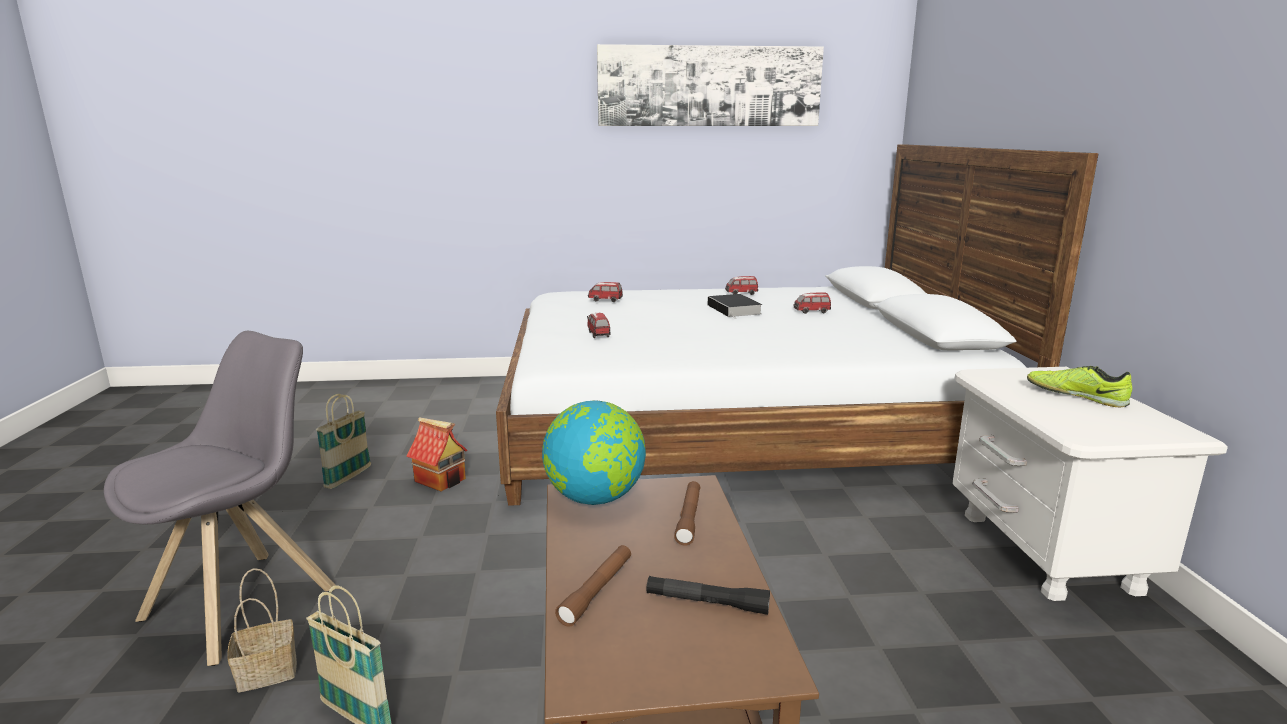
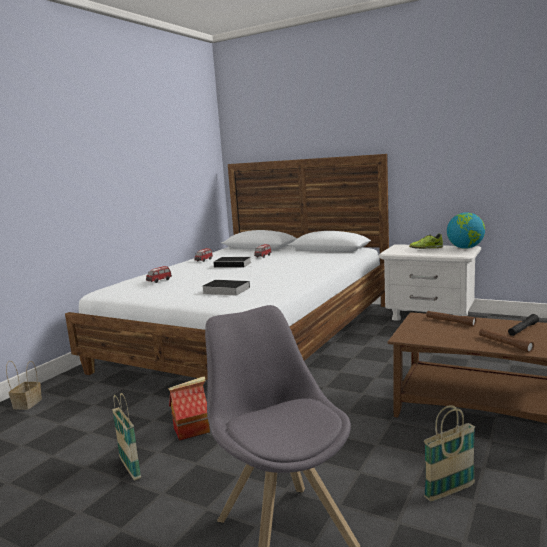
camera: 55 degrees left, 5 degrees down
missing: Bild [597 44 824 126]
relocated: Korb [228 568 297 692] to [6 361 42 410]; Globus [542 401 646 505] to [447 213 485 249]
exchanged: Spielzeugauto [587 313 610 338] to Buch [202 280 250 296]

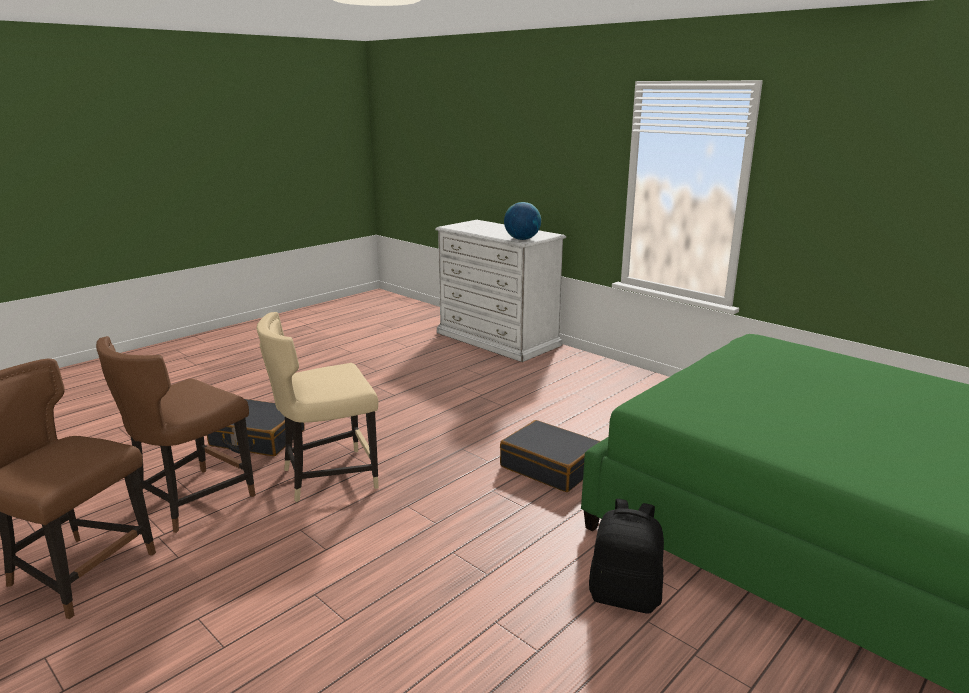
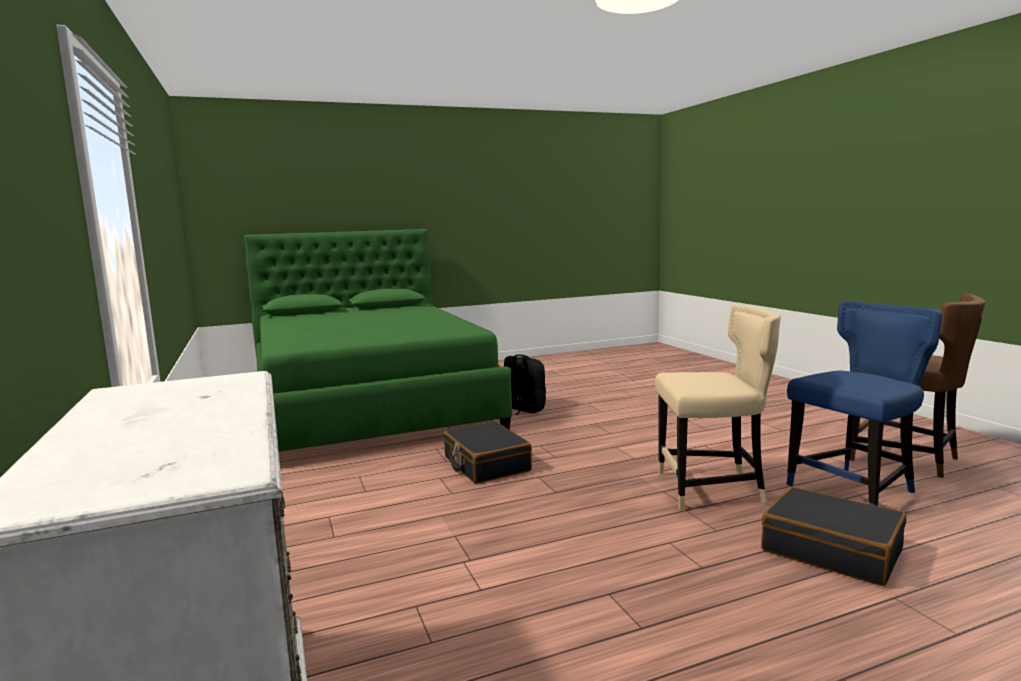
camera: 155 degrees left, 10 degrees down
missing: Globus [504 202 541 240]
colour: Stuhl [braun] [96 336 256 533] to Stuhl [blau] [787 301 943 506]

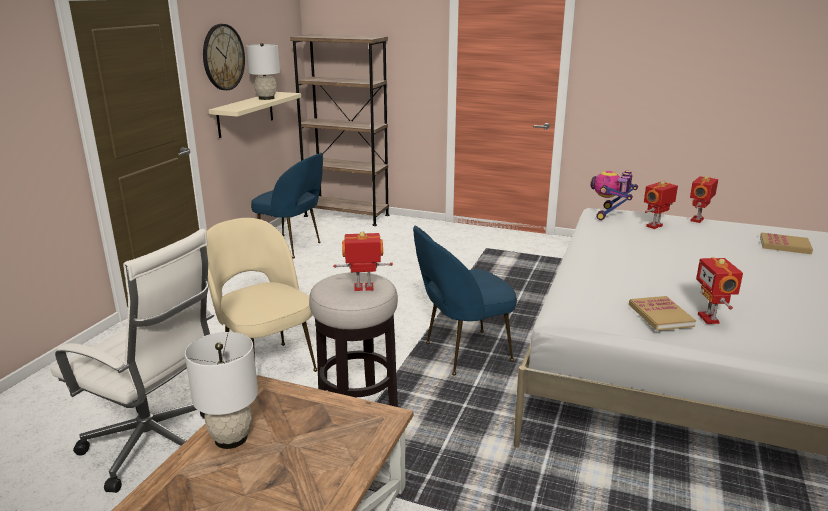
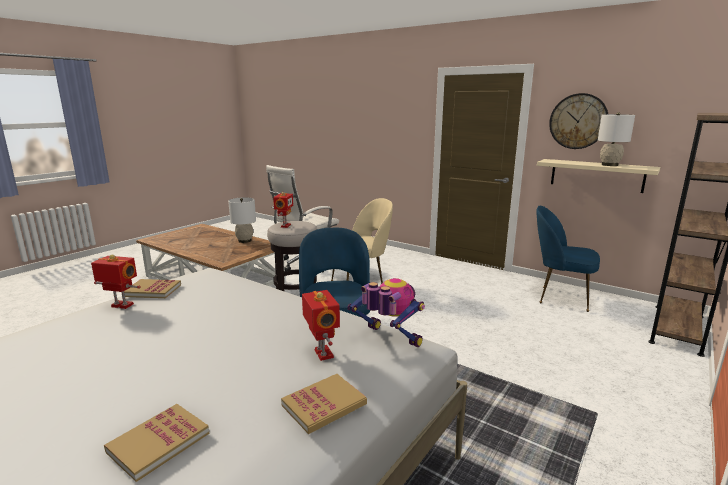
camera: 105 degrees right, 5 degrees down
exchanged: Spielzeugroboter [690 176 718 223] to Buch [281 374 367 434]
spun: Stuhl [blau] [251 153 323 259] = [536 206 600 312] 75 degrees clockwise

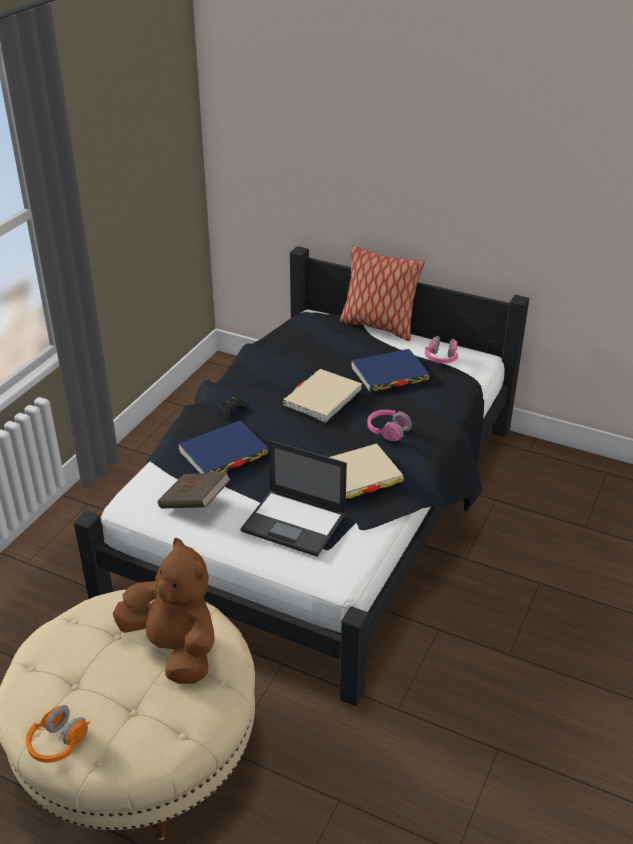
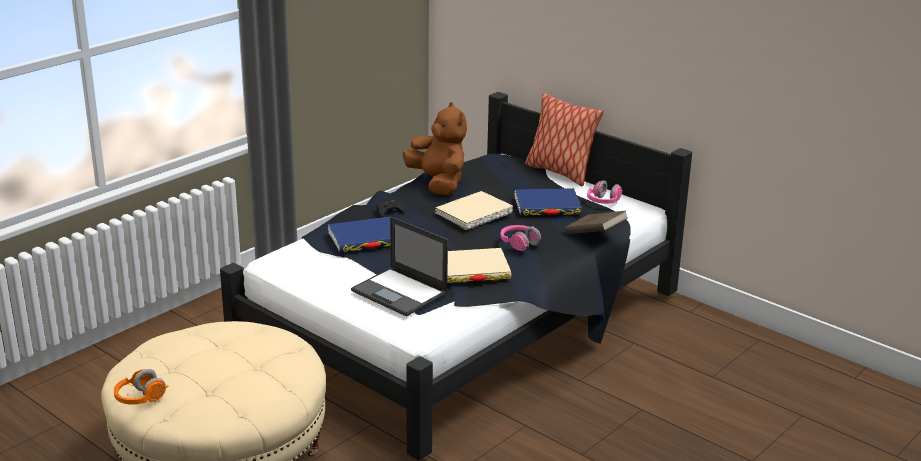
camera: 15 degrees right, 10 degrees down
relocated: Plüschtier [braun] [113 538 215 684] to [403 102 467 195]; Buch [braun] [158 472 231 508] to [565 211 627 234]

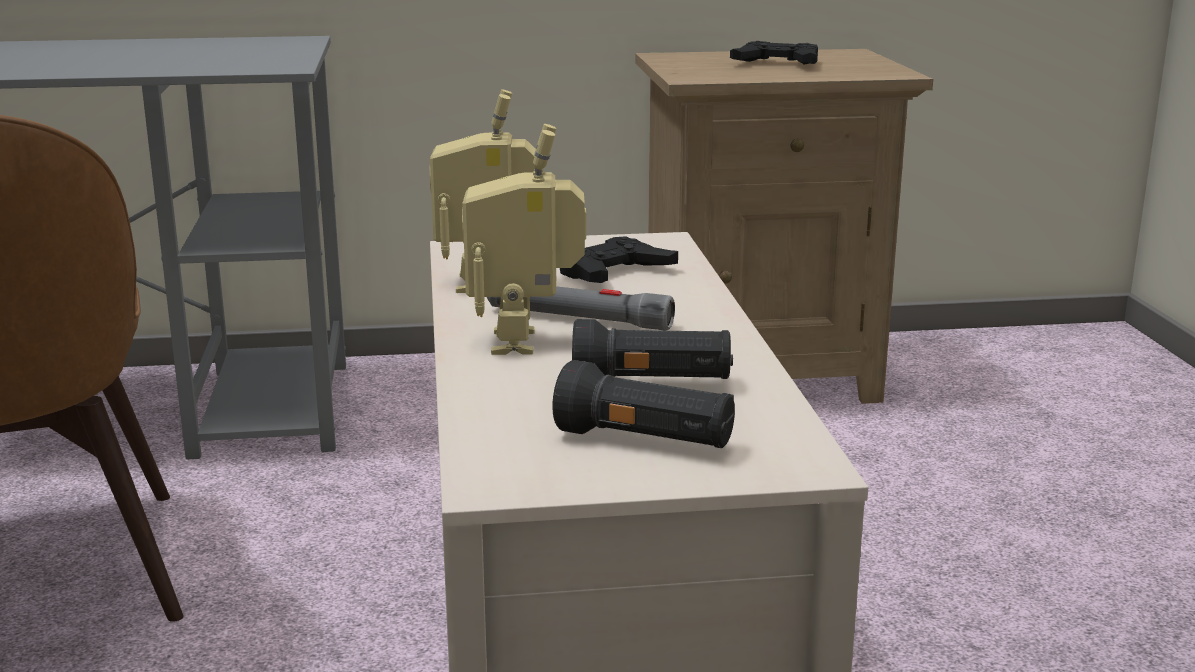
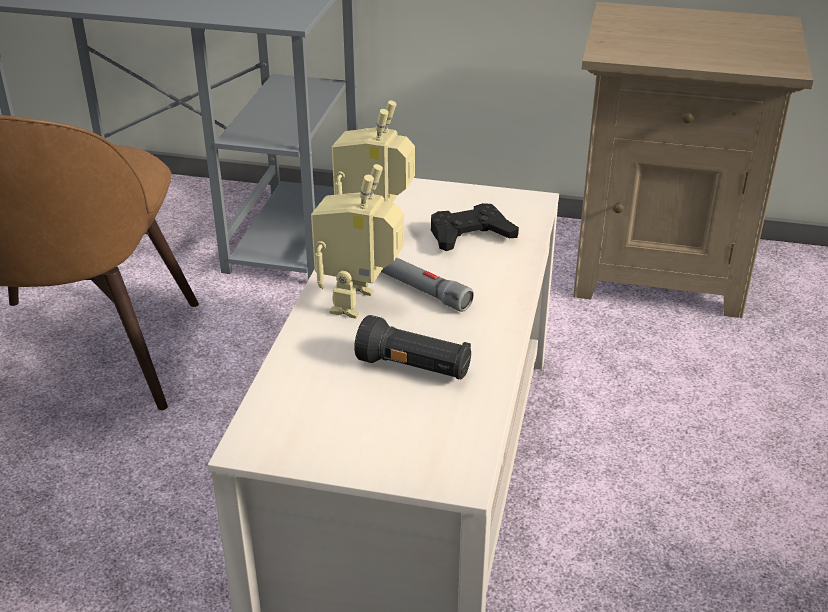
camera: 20 degrees right, 15 degrees up
missing: Taschenlampe [schwarz] [552 360 735 448]; Gamepad [schwarz] [730 41 818 65]

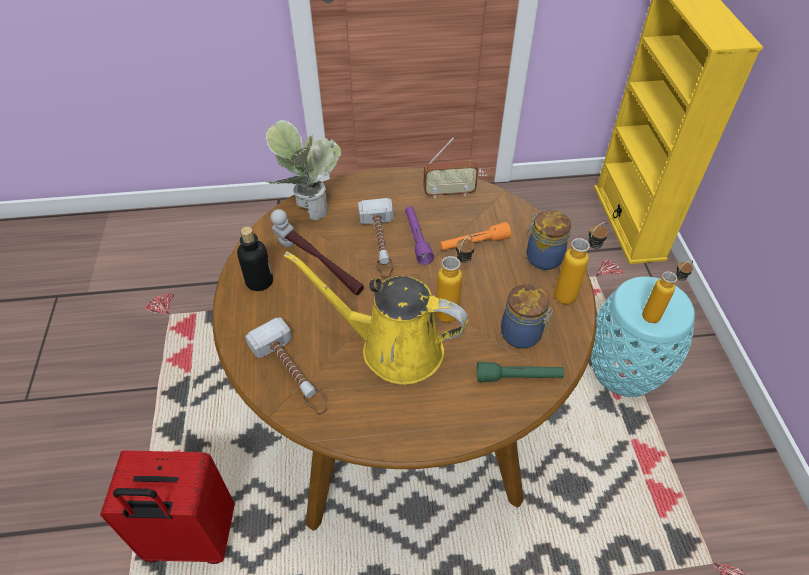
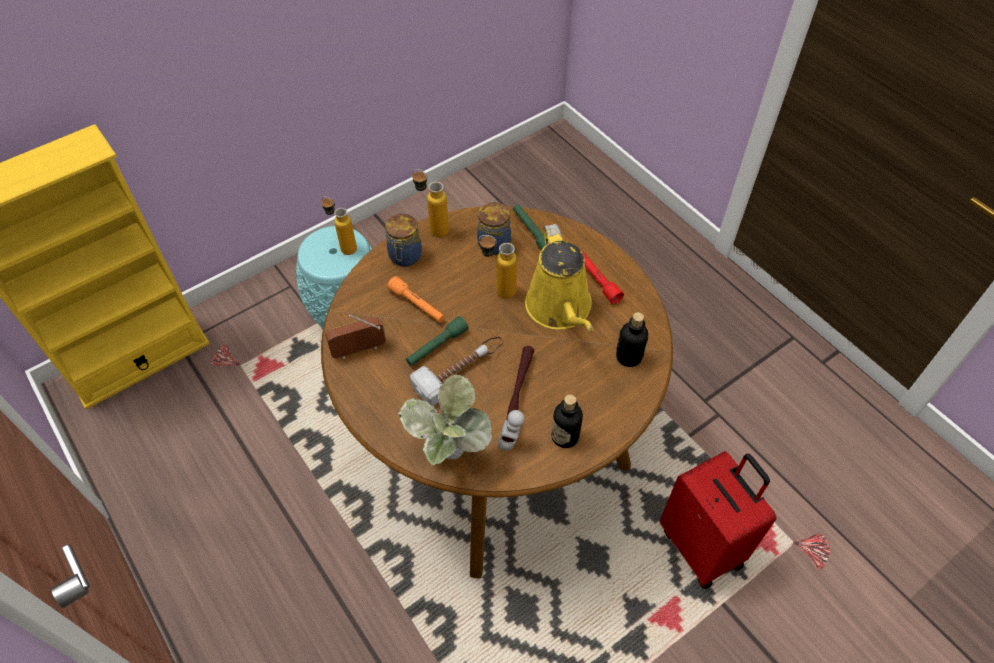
camera: 120 degrees left, 5 degrees up
appeared: Taschenlampe [rot] [582 251 624 304]
exchanged: Hammer [245 317 327 414] to Flasche [616 312 648 367]
colour: Taschenlampe [lila] [405 206 434 265] to Taschenlampe [grün] [406 316 469 366]
spun: Radio [423 138 479 198] = [325 314 386 359] 75 degrees counterclockwise

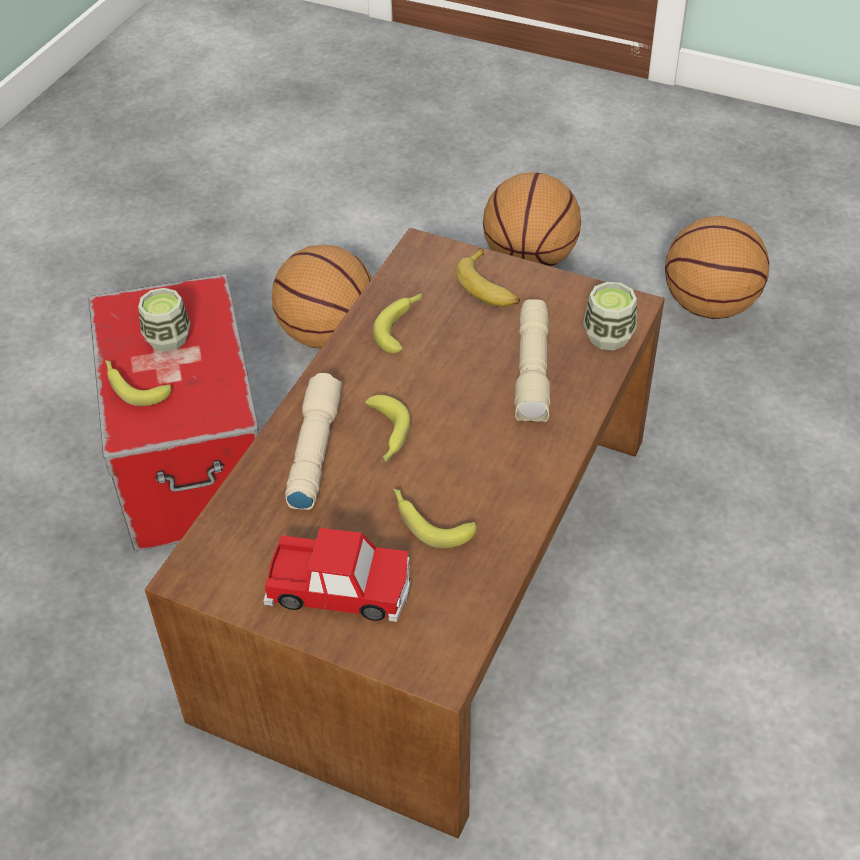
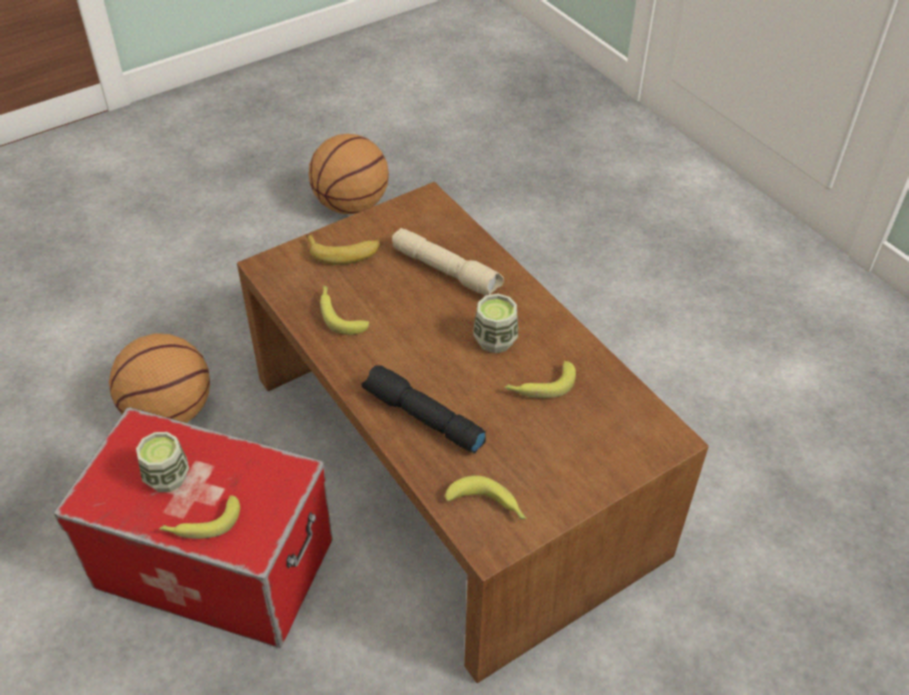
camera: 60 degrees left, 0 degrees up
missing: Spielzeugauto [264 528 411 622]; Basketball [483 172 581 267]
relocated: Banane [365 395 411 462] to [445 475 527 520]; Tasse [583 282 637 350] to [473 294 518 353]
colour: Taschenlampe [beige] [285 373 342 510] to Taschenlampe [schwarz] [361 365 486 454]

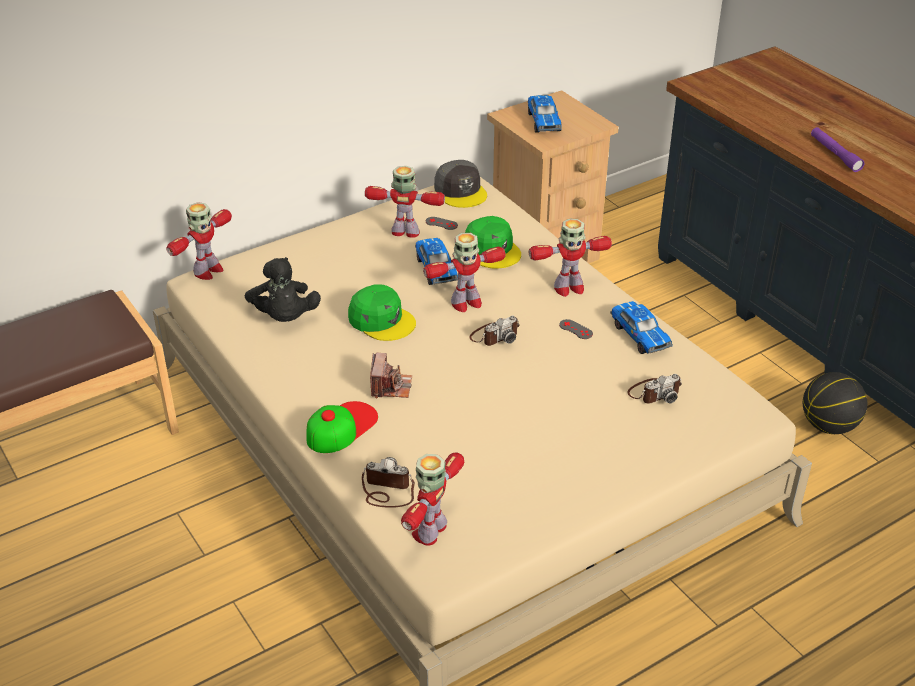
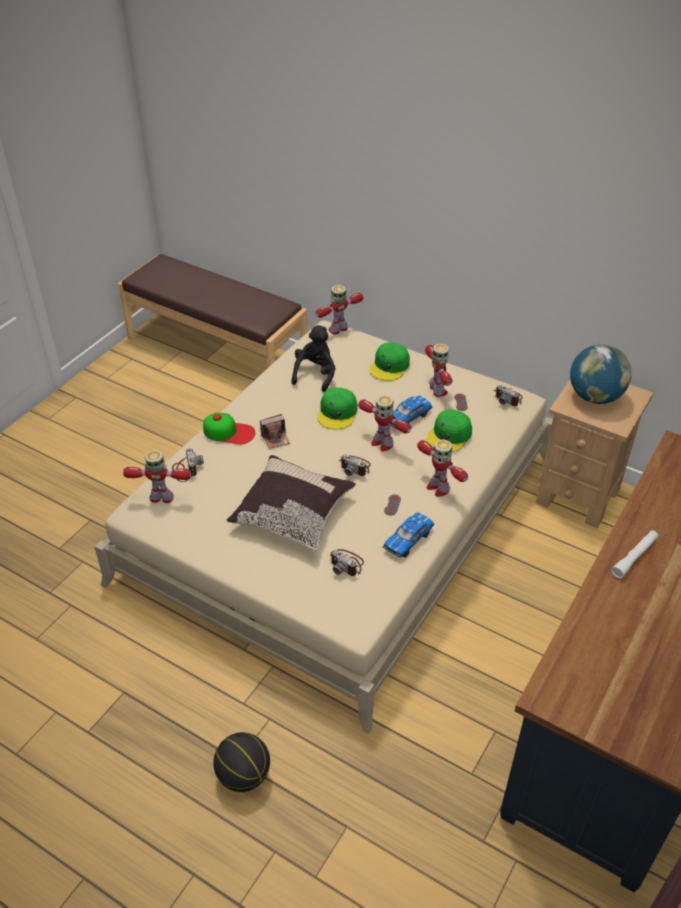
camera: 65 degrees right, 5 degrees up
appeared: Kissen [226 455 356 551]; Kappe [grün] [370 342 410 381]
relocated: Basketball [803 372 867 434] to [213 732 270 792]
exchanged: Kappe [grau] [434 160 487 208] to Kamera [494 385 523 406]; Spielzeugauto [528 95 562 133] to Globus [570 344 632 404]
colour: Taschenlampe [lila] [811 127 864 172] to Taschenlampe [weiß] [611 530 658 578]
spun: Plüschtier [schwarz] [245 257 321 322] = [291 325 335 392] 150 degrees clockwise; Spielzeugroboter [166 202 232 280] = [316 285 363 335] 135 degrees clockwise

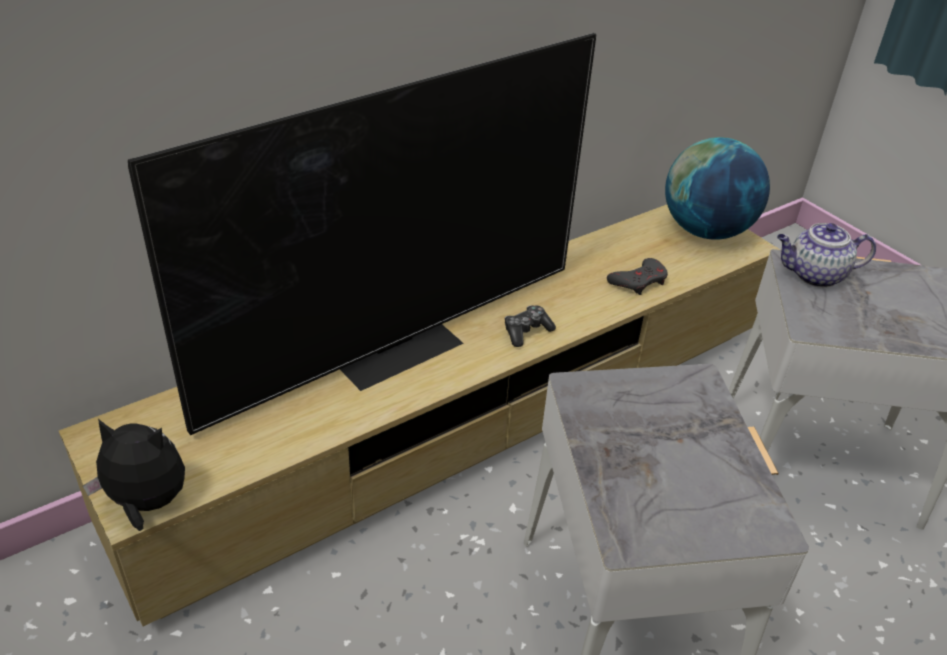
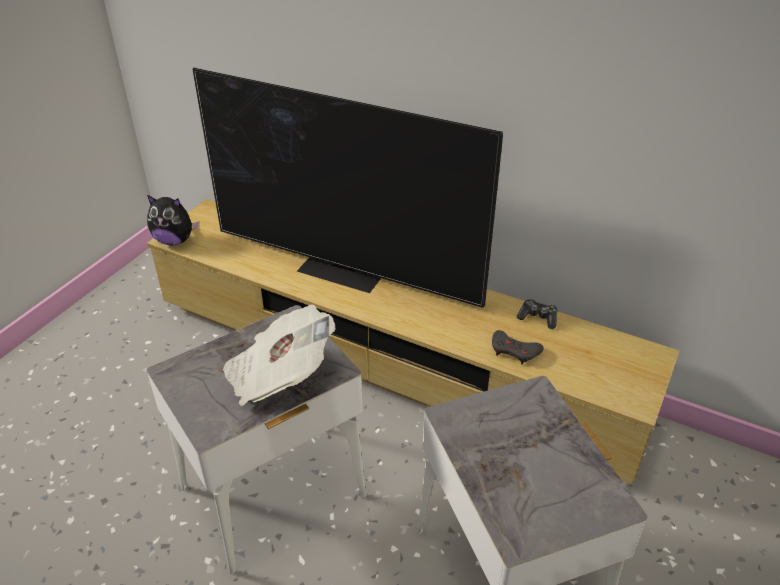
camera: 65 degrees right, 0 degrees up
missing: Globus [665 137 770 240]; Teekanne [777 223 876 288]
appeared: Zeitung [223 305 335 406]
relocated: Gamepad [505 305 556 347] to [517 299 558 329]
spun: Plüschtier [83 419 185 531] = [147 195 199 245] 120 degrees clockwise

